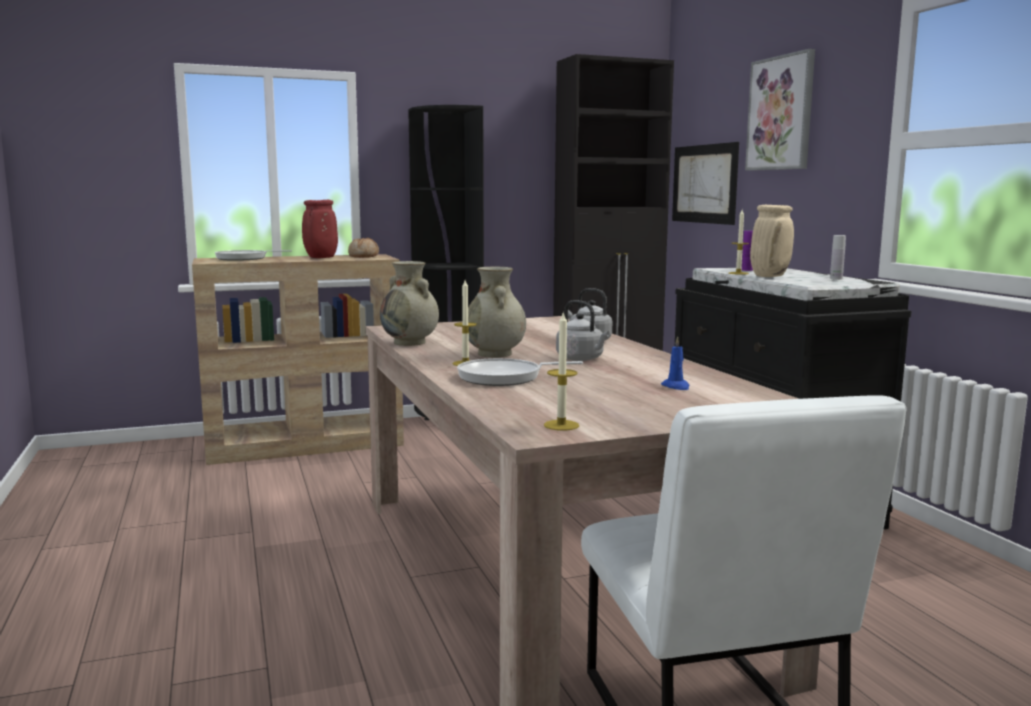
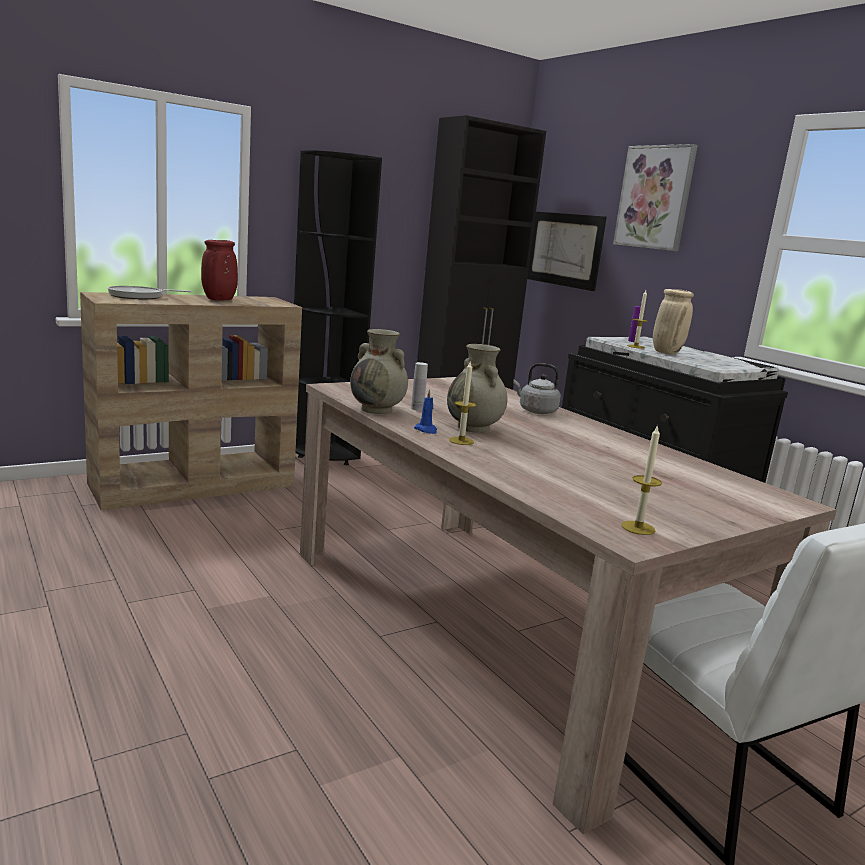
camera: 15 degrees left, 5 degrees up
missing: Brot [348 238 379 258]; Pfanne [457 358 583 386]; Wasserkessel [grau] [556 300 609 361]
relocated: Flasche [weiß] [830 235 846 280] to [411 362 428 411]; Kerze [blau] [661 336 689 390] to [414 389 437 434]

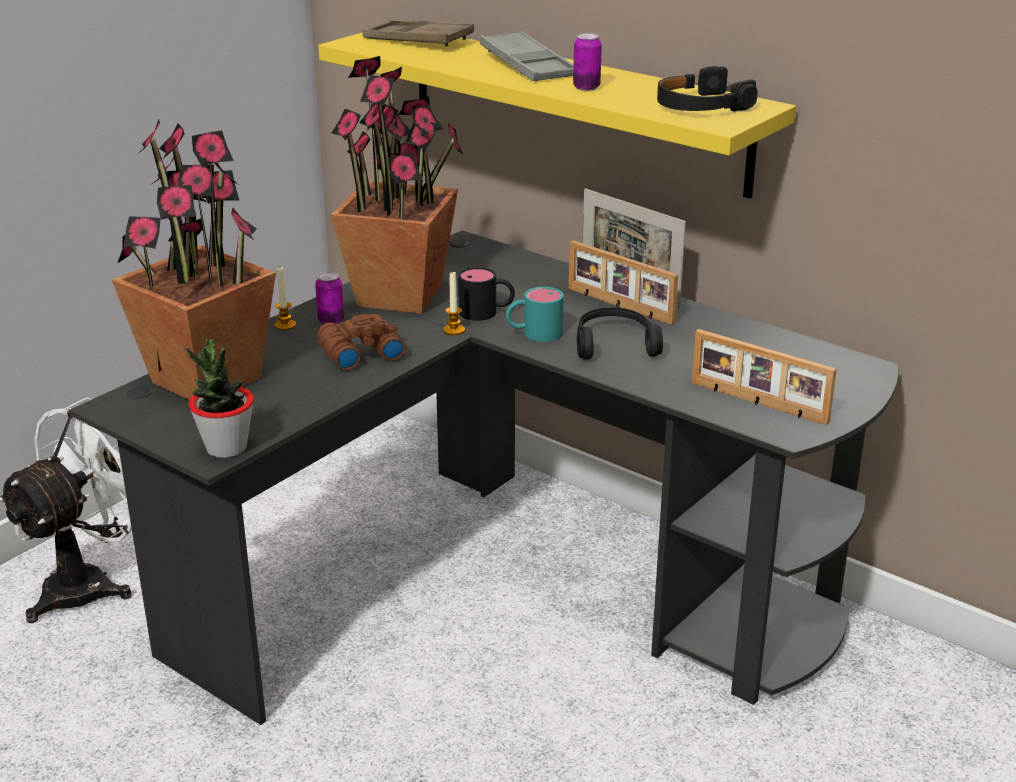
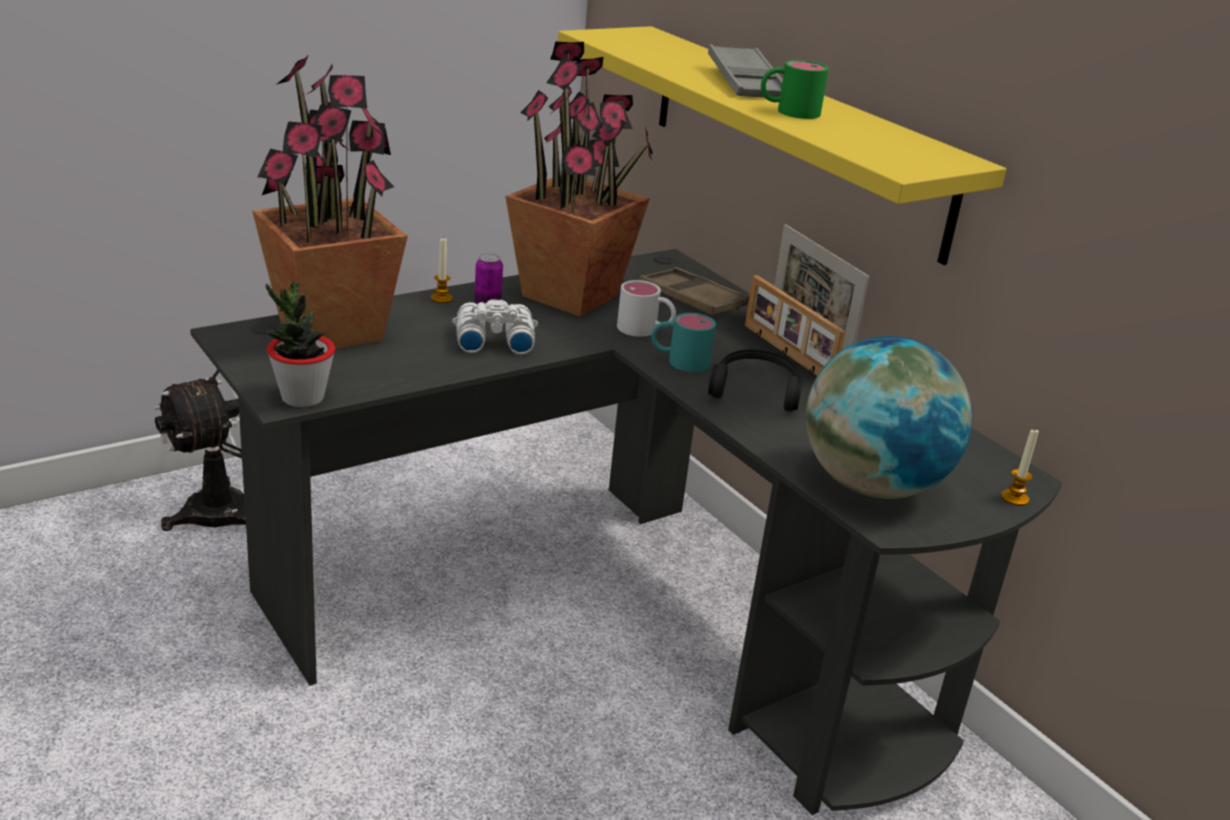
camera: 15 degrees right, 0 degrees up
missing: Kopfhörer [schwarz] [657 66 758 111]
relocated: Tablett [braun] [363 20 474 47] to [639 267 749 317]; Kerze [443 272 465 335] to [1001 428 1039 506]
exchanged: Dose [573 33 602 91] to Henkelbecher [grün] [761 60 829 119]; Bilderrahmen [692 329 837 425] to Globus [806 336 972 499]
colour: Fernglas [braun] [317 314 405 370] to Fernglas [weiß] [452 300 538 354]; Henkelbecher [schwarz] [458 267 515 321] to Henkelbecher [weiß] [617 280 676 337]

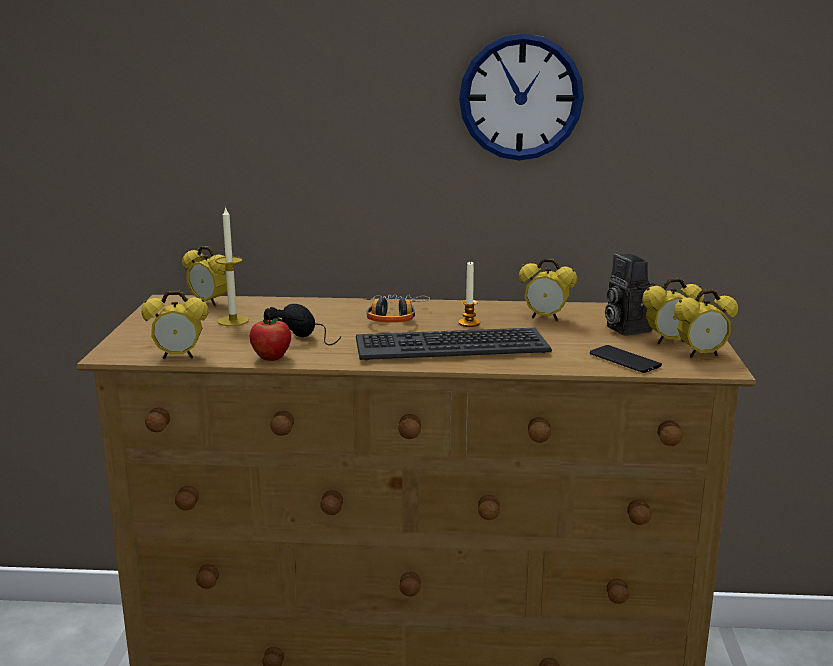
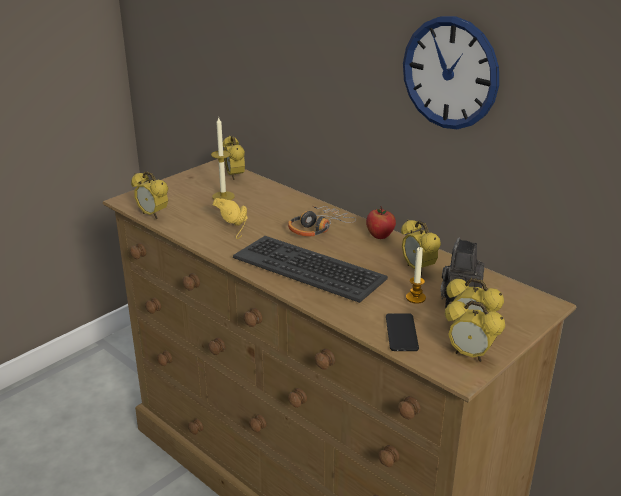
camera: 40 degrees right, 10 degrees up
relocated: Apfel [250 314 291 361] to [366 206 396 239]; Kerze [458 260 480 327] to [406 247 426 304]
colour: Kopfhörer [schwarz] [264 304 342 345] to Kopfhörer [gelb] [213 198 248 239]

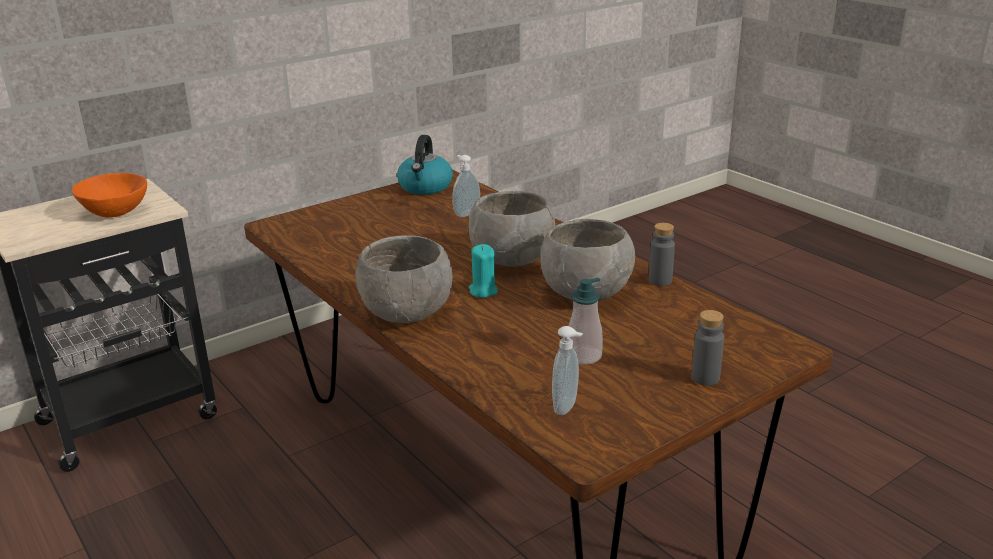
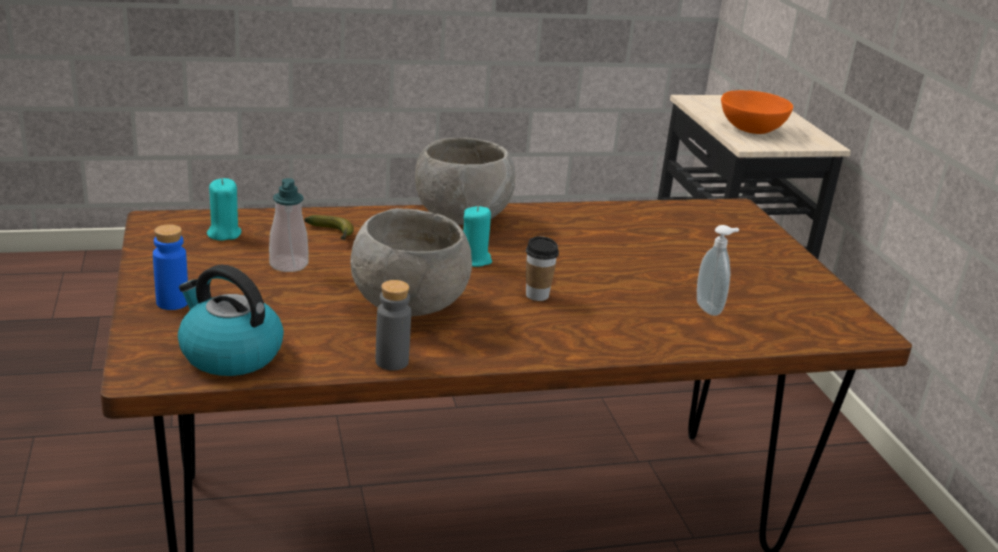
camera: 110 degrees right, 0 degrees up
appeared: Banane [304 215 354 240]
relocated: Wasserkessel [397 135 453 195] to [178 265 284 376]
exchanged: Seifenspender [552 326 583 415] to Kerze [türkis] [207 178 241 241]; Schüssel [grau] [468 191 555 267] to Tasse [526 236 559 301]
colour: Flasche [grau] [692 310 724 386] to Flasche [blau] [153 224 188 310]

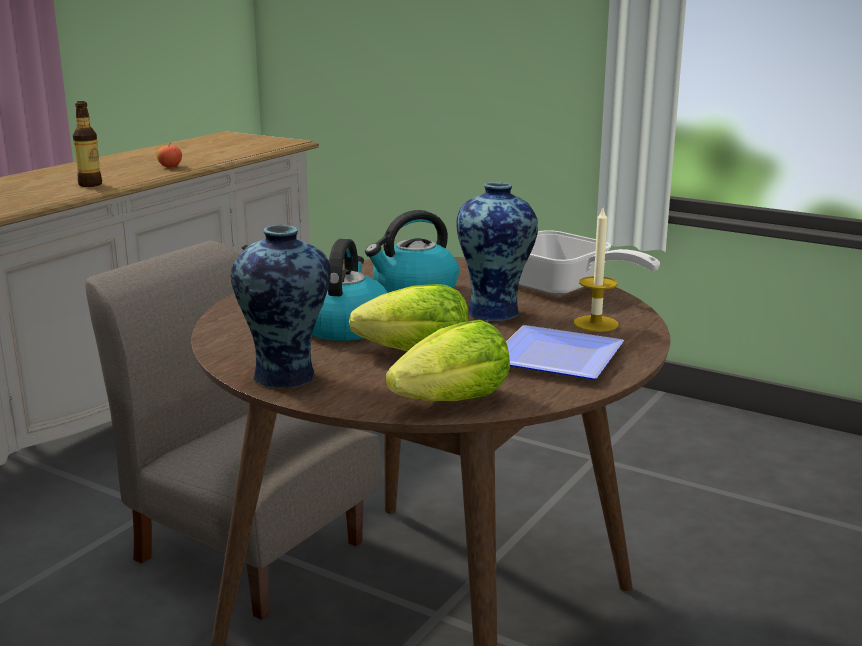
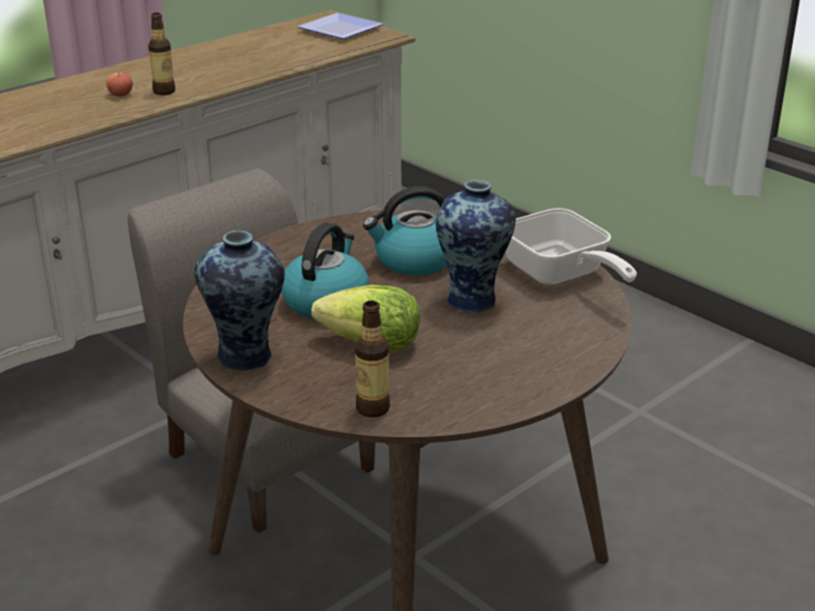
camera: 15 degrees right, 10 degrees up
missing: Kerze [574 208 618 332]
relocated: Apfel [157 142 182 167] to [106 70 133 97]; Teller [506 325 624 380] to [297 13 383 39]
exchanged: Salatkopf [386 320 510 401] to Flasche [355 301 390 417]

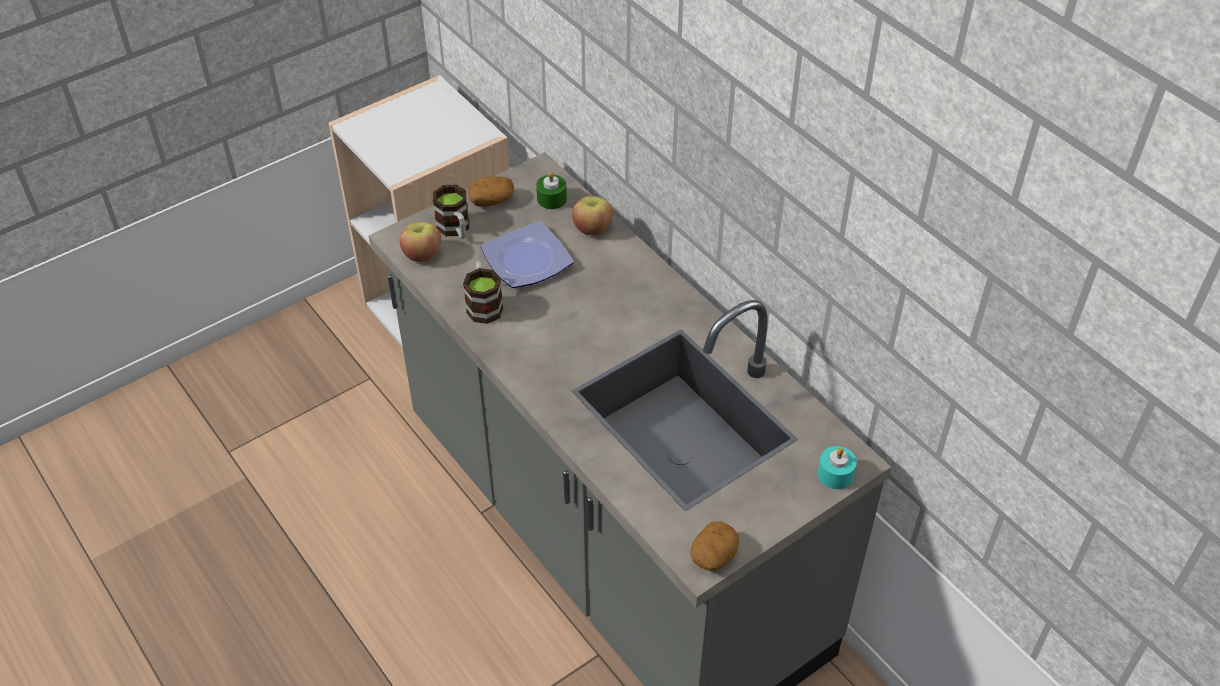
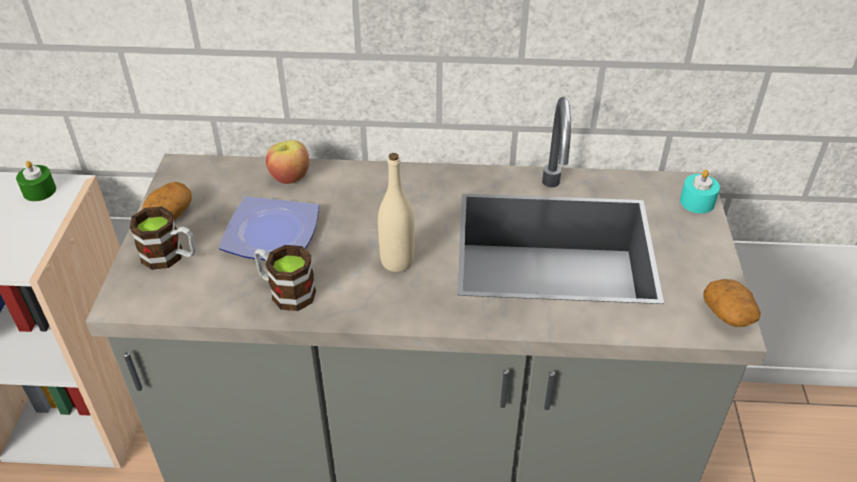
camera: 50 degrees left, 5 degrees down
missing: Apfel [400 222 441 262]
appeared: Flasche [beige] [378 153 415 272]
relocated: Kerze [grün] [536 172 567 209] to [16 161 56 201]

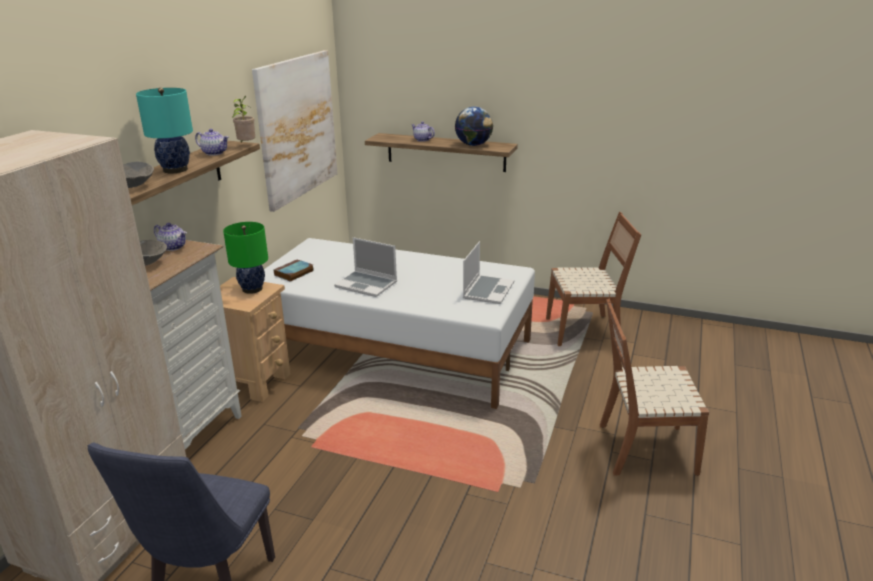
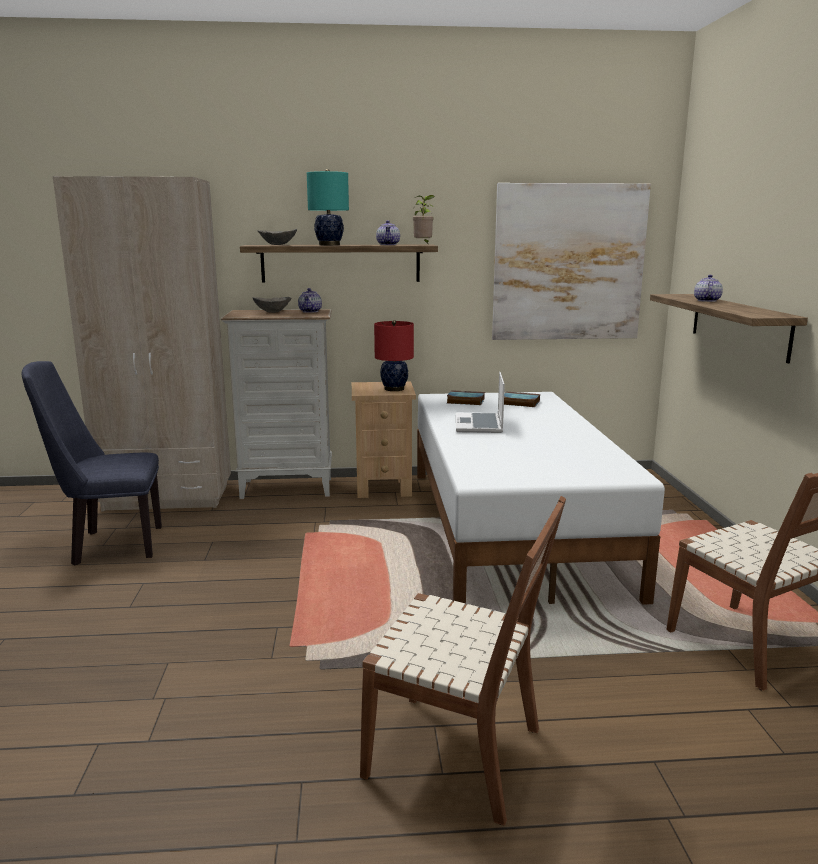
camera: 65 degrees right, 10 degrees down
missing: Globus [455 107 493 146]; Laptop [463 241 514 304]
appeared: Buch [504 392 540 407]
colour: Tischlampe [grün] [223 222 268 294] to Tischlampe [rot] [374 320 414 391]
spun: Stuhl [600 299 709 476] = [360 496 566 826] 135 degrees clockwise

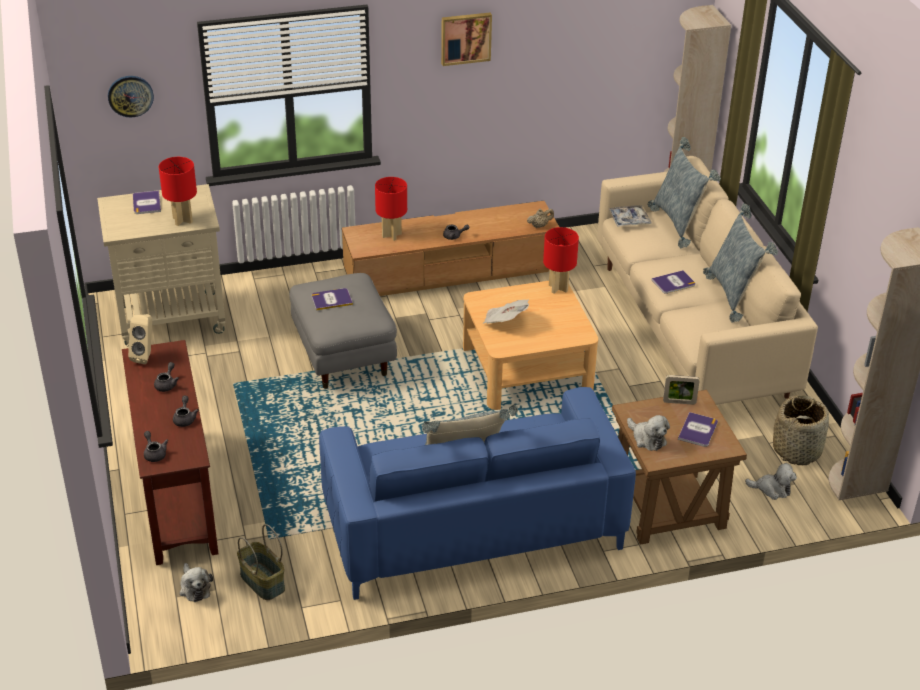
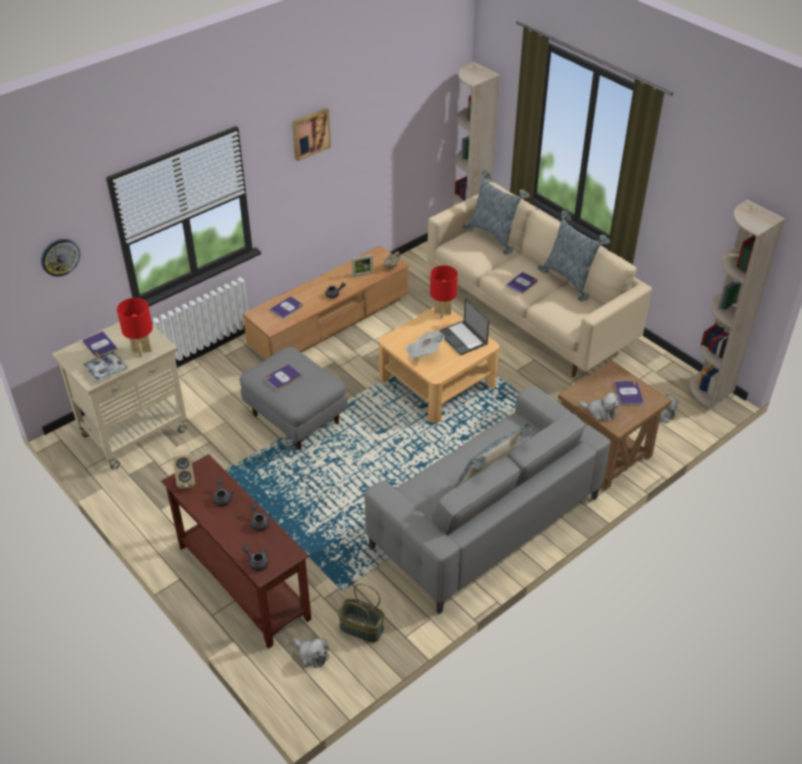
camera: 25 degrees left, 5 degrees up
missing: Korb [773 396 829 466]
appeared: Laptop [439 298 489 356]
relocated: Tablett [608 205 652 227] to [83 350 128 382]; Bilderrahmen [663 375 700 405] to [351 254 374 277]
exchanged: Tischlampe [rot] [375 177 407 241] to Buch [269 296 303 319]
colour: Sofa [blau] [319 387 636 600] to Sofa [grau] [365 386 611 614]

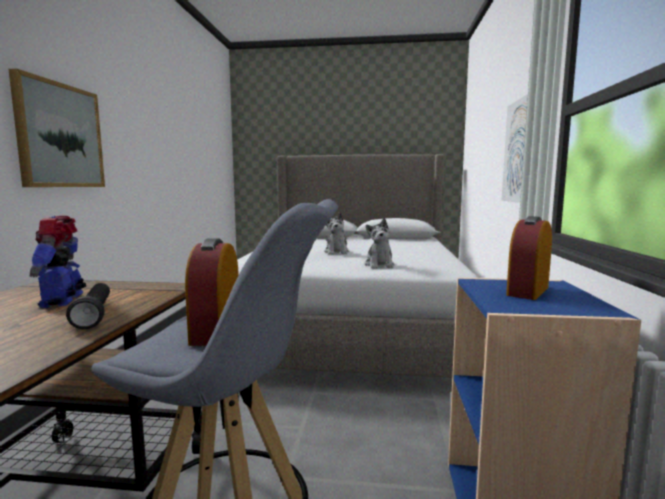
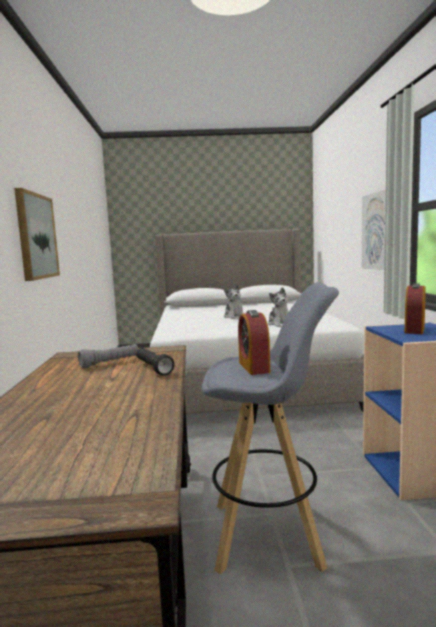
camera: 10 degrees left, 0 degrees up
exchanged: Spielzeugroboter [29 215 86 308] to Taschenlampe [grau] [78 344 138 369]

